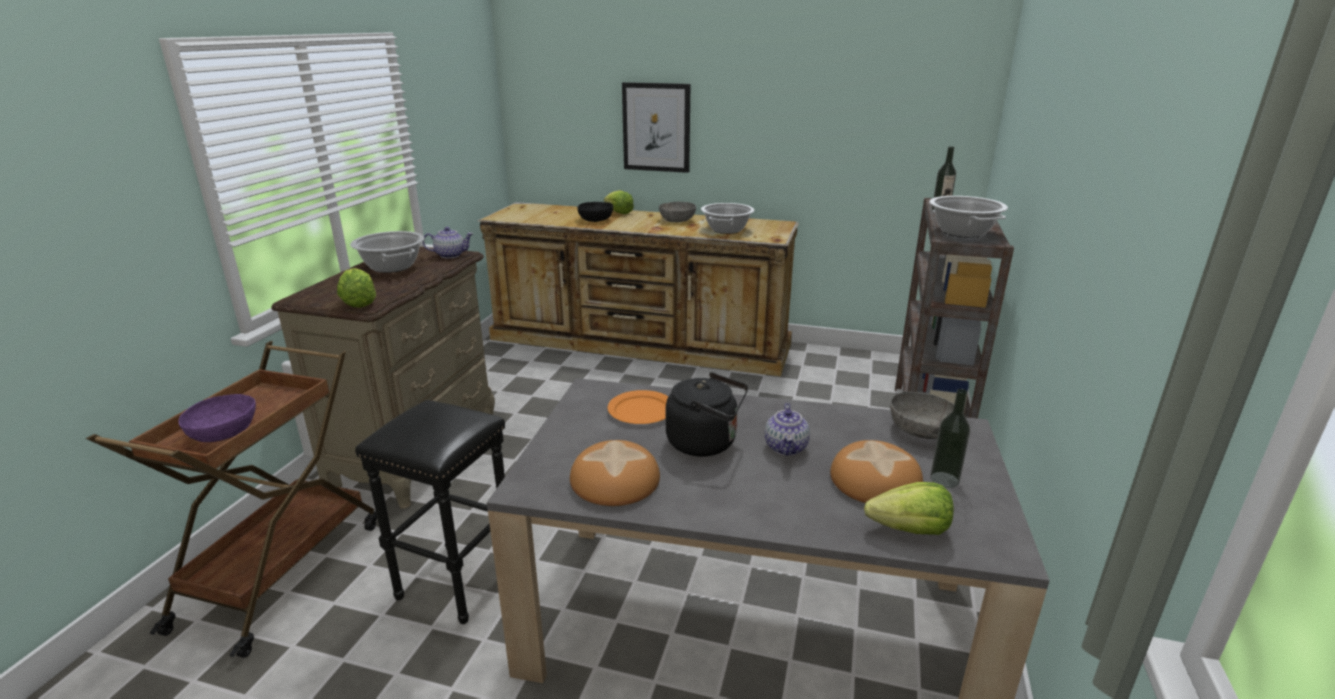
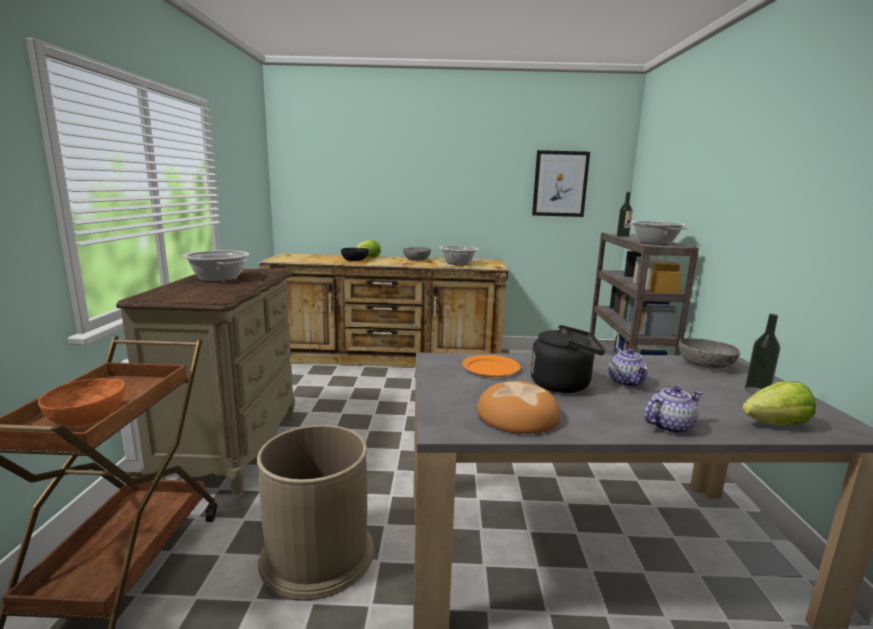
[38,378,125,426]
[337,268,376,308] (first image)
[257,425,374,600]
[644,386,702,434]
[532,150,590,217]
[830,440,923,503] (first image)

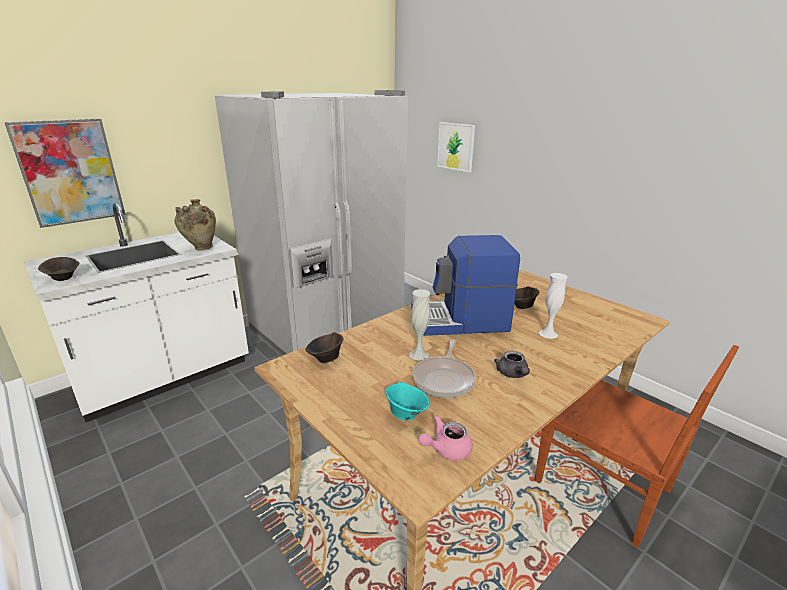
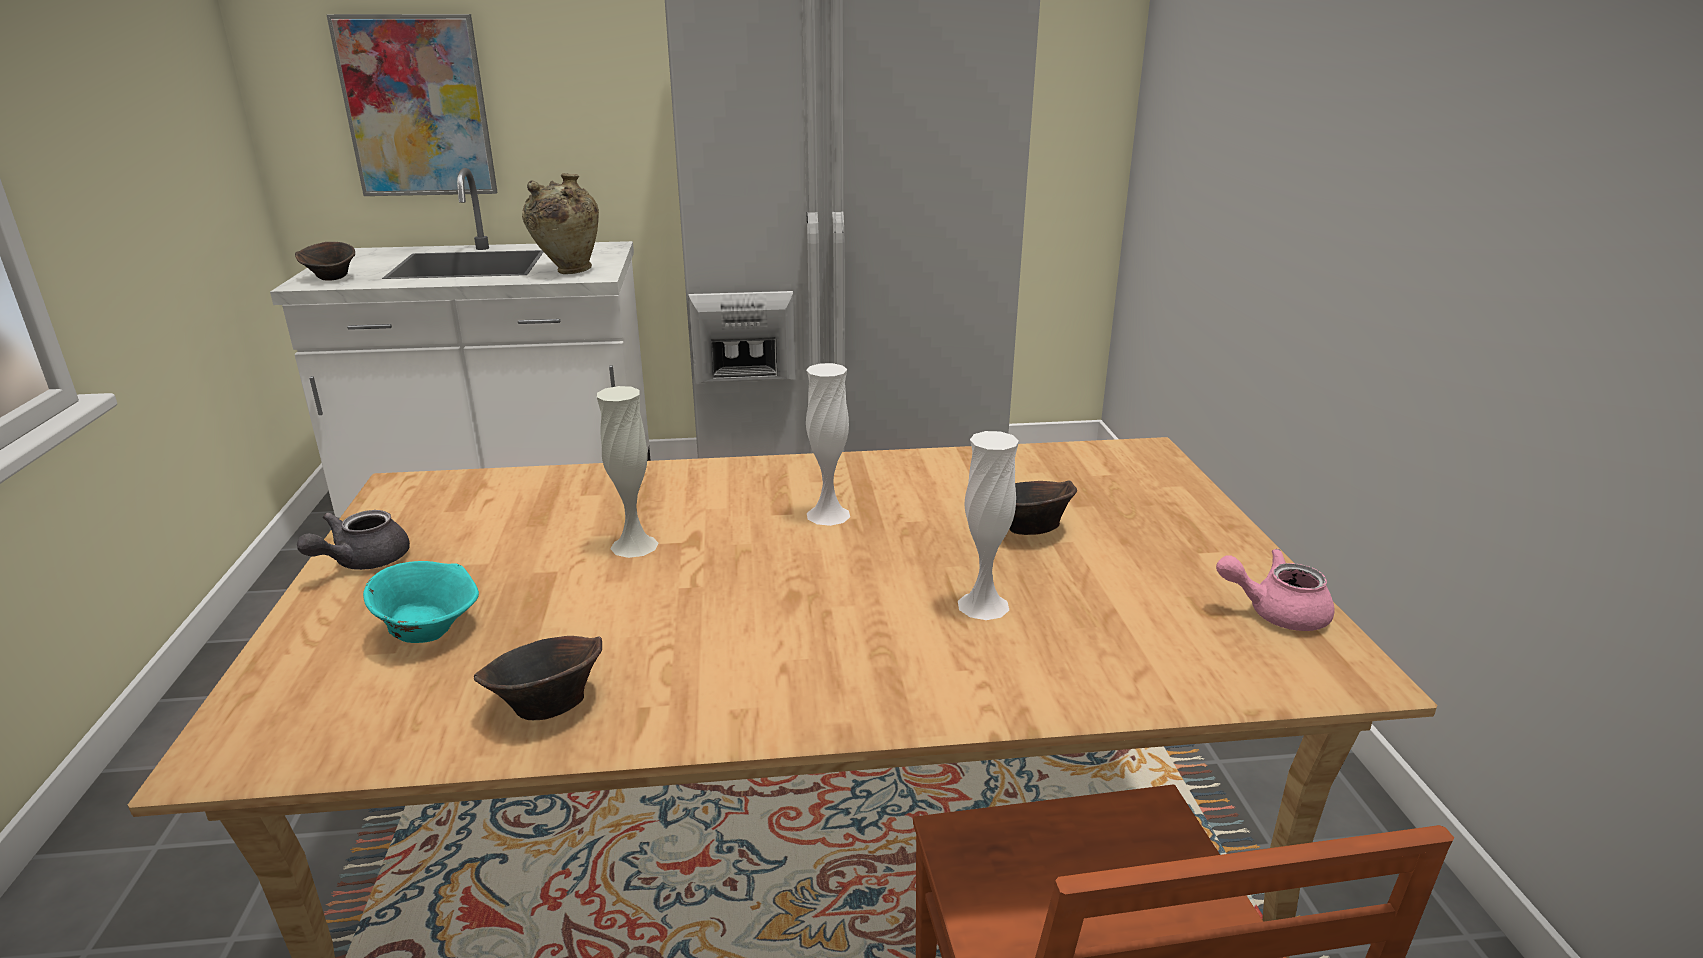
[474,636,602,720]
[806,363,850,526]
[412,340,476,398] (first image)
[1216,549,1334,631]
[437,122,475,173] (first image)
[297,510,410,570]

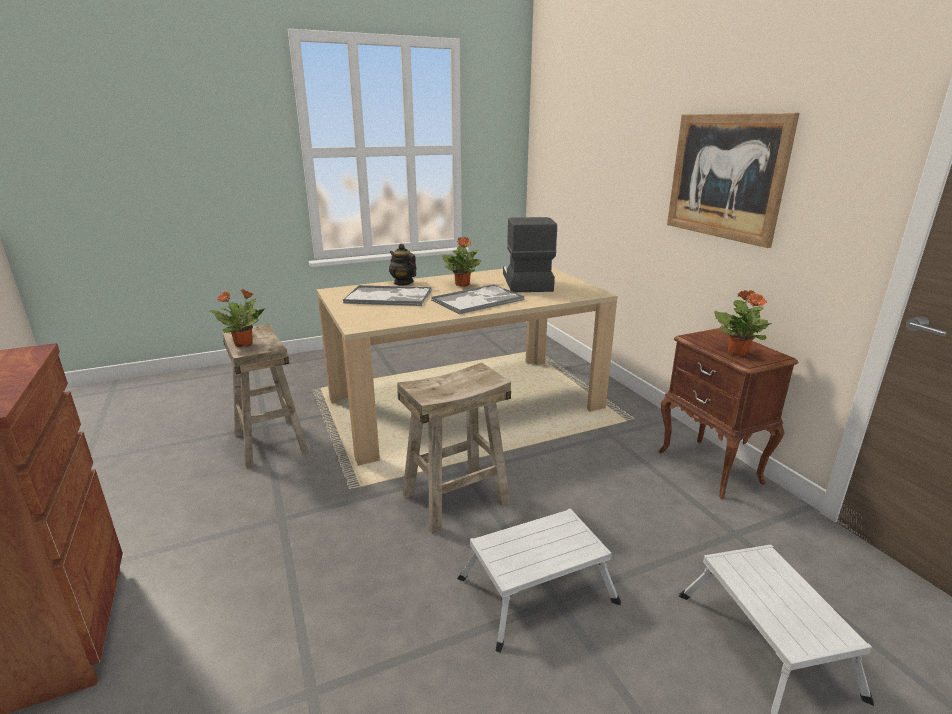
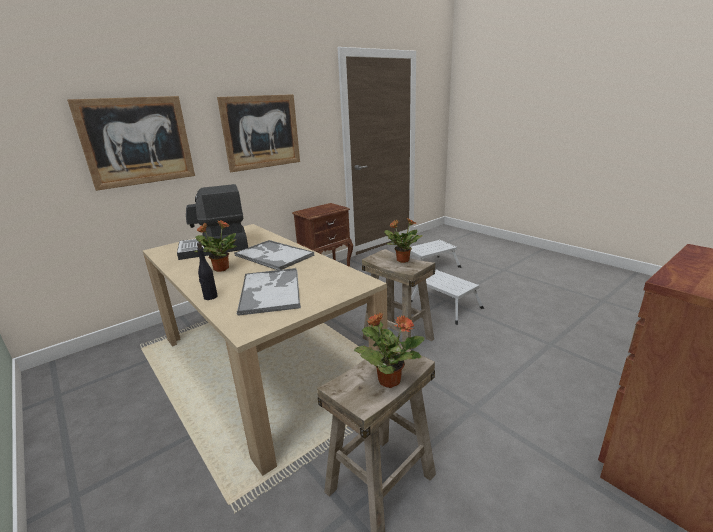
[197,243,218,300]
[384,218,423,263]
[67,96,195,191]

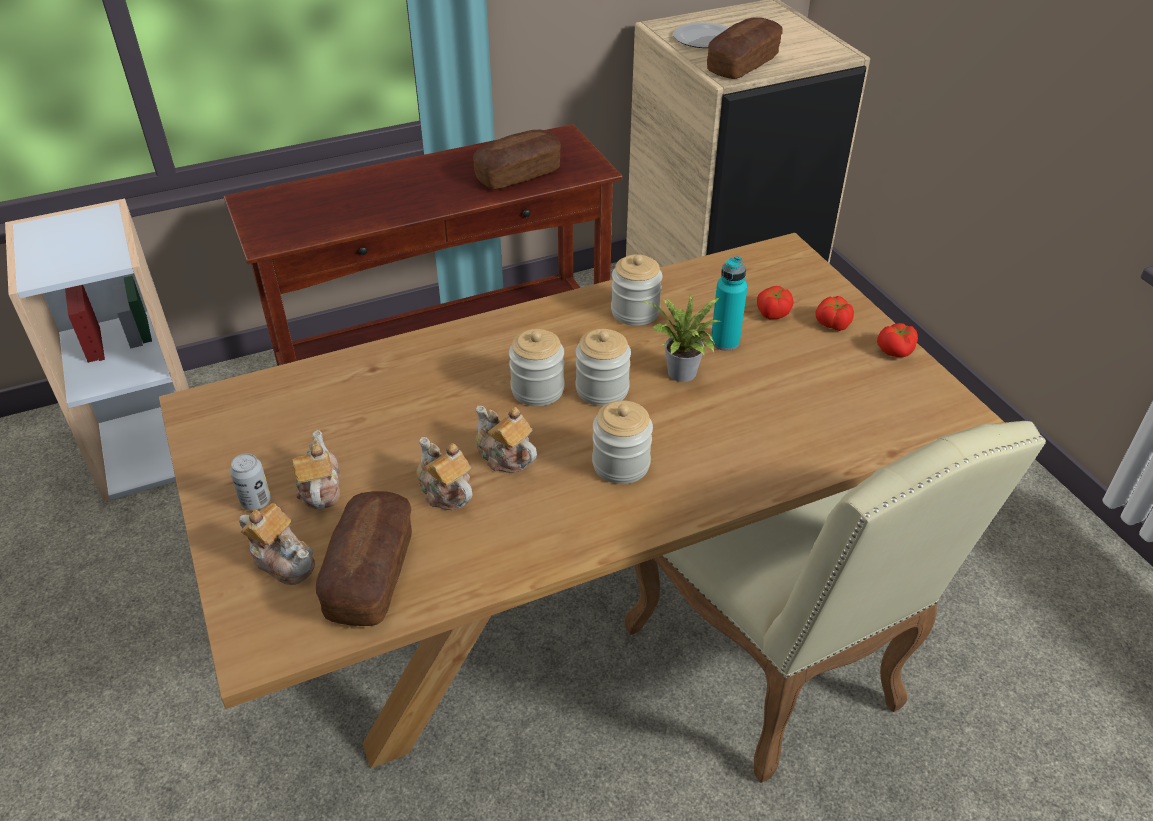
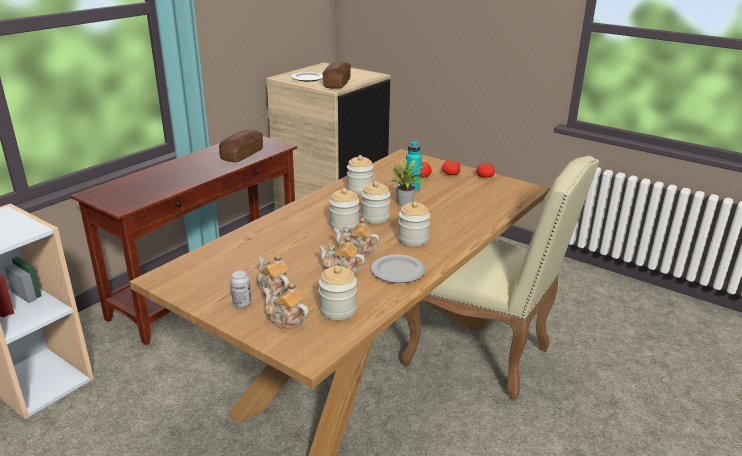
[263,282,309,329]
[319,266,357,320]
[371,255,426,283]

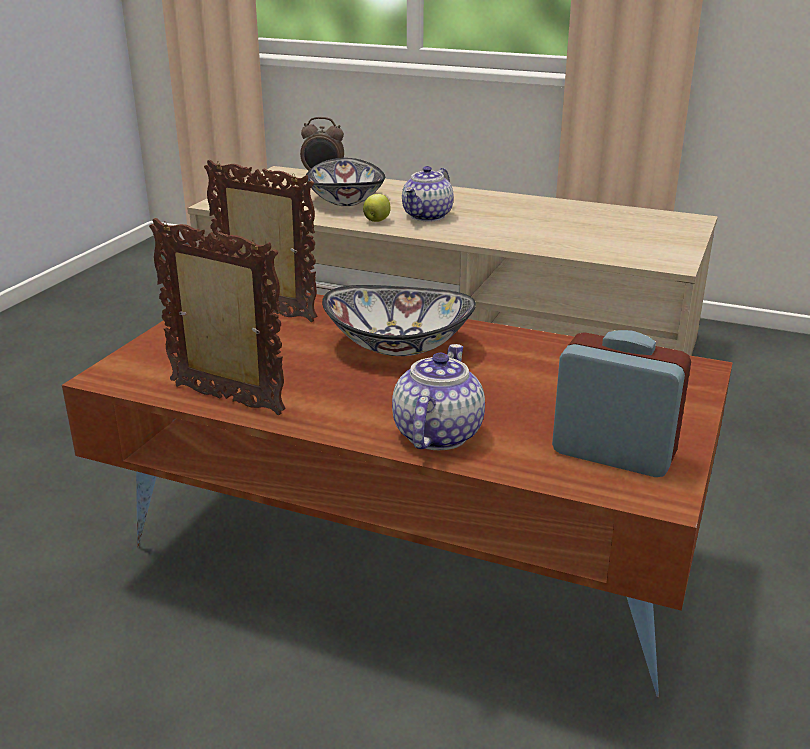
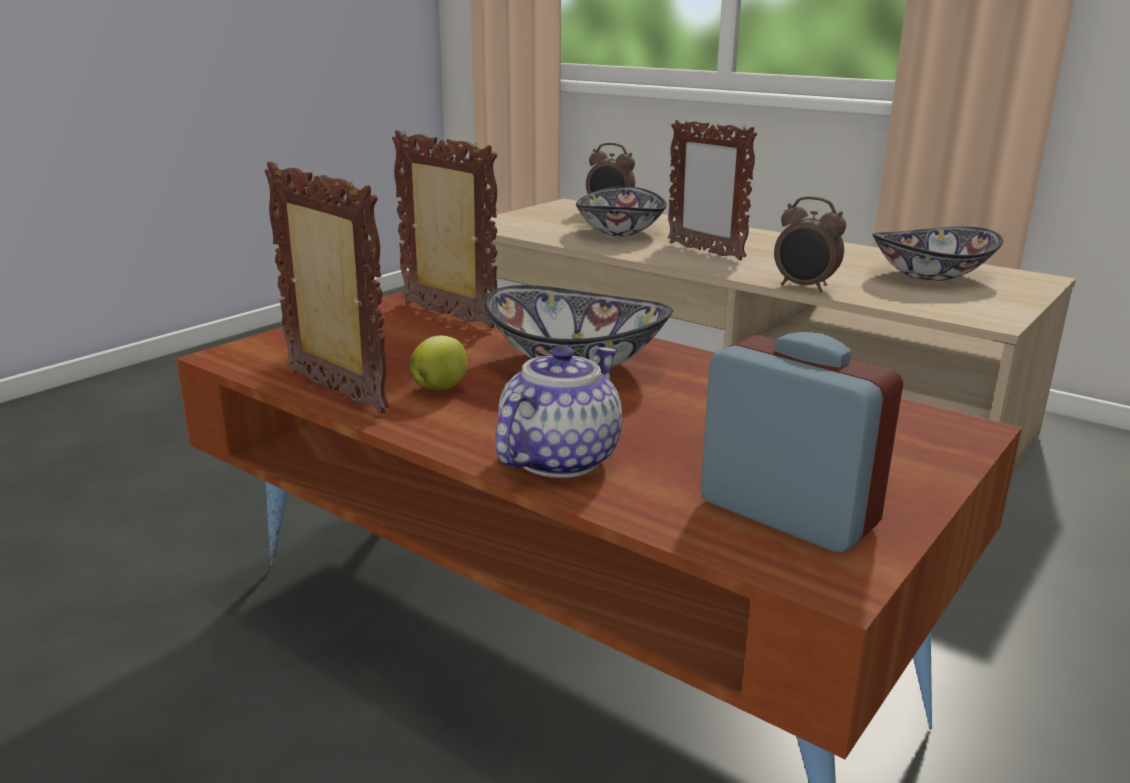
[409,336,467,390]
[668,120,757,261]
[774,196,846,292]
[872,227,1003,281]

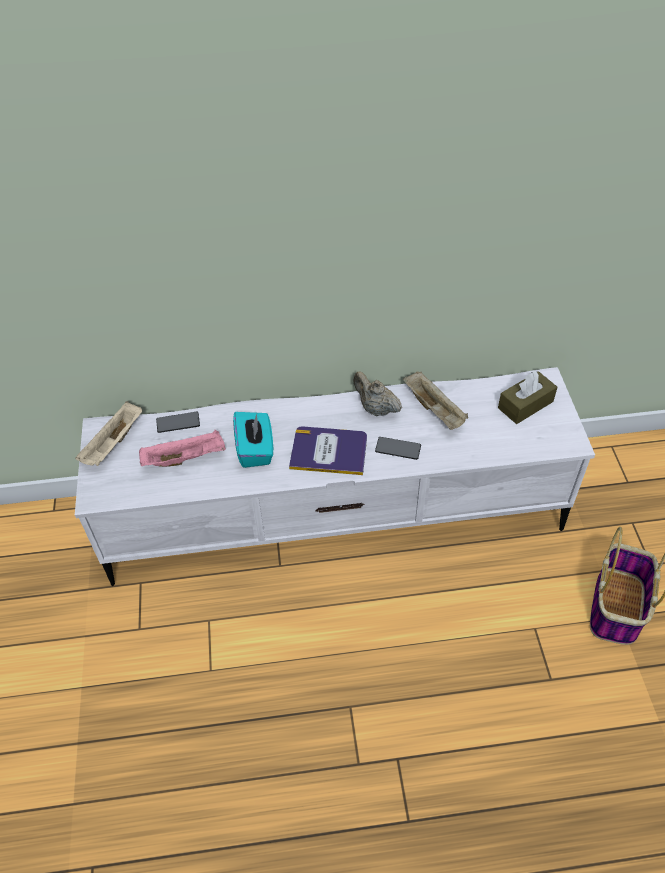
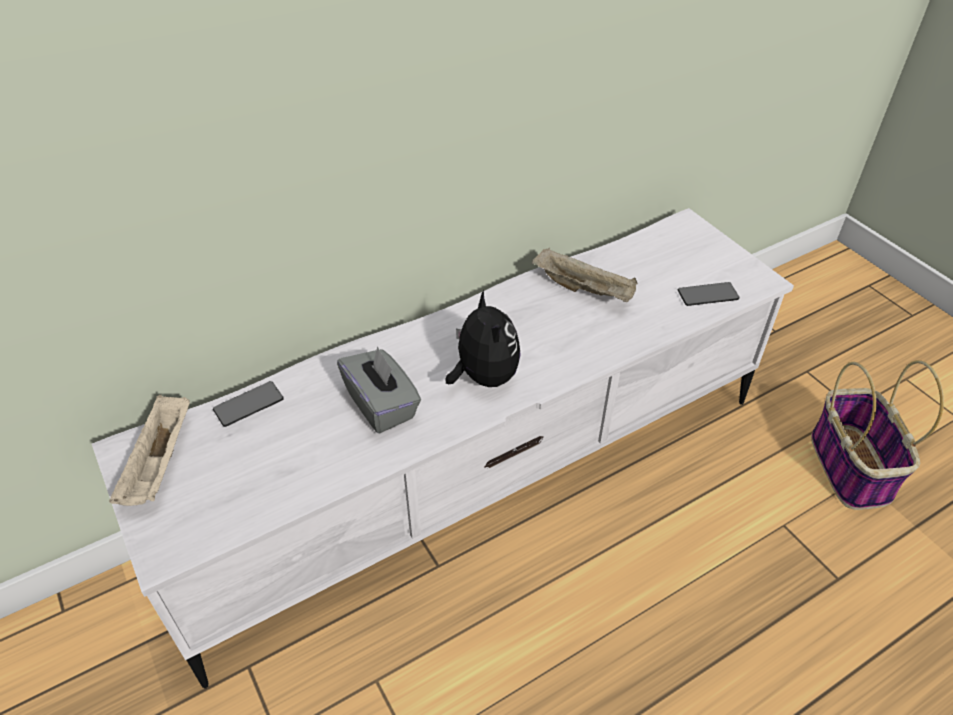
[139,430,226,467] (first image)
[337,346,421,433]
[445,290,521,387]
[353,372,402,416] (first image)
[678,282,739,306]
[498,371,557,424] (first image)

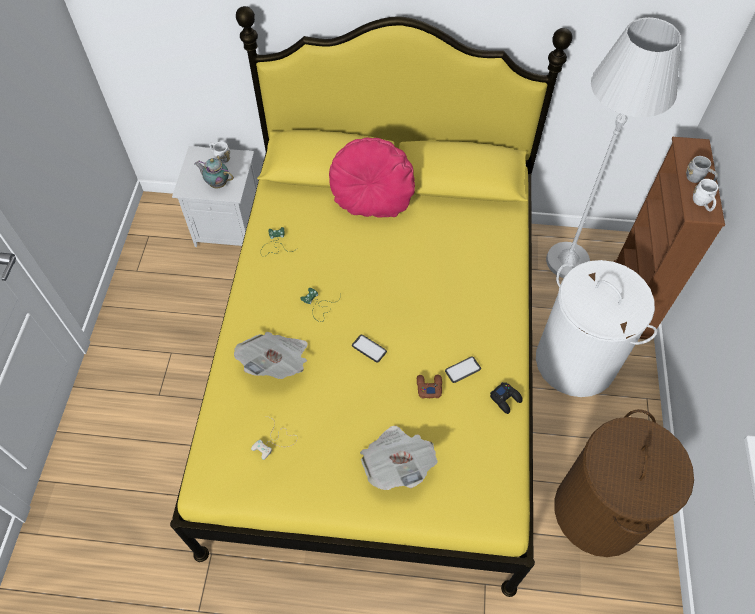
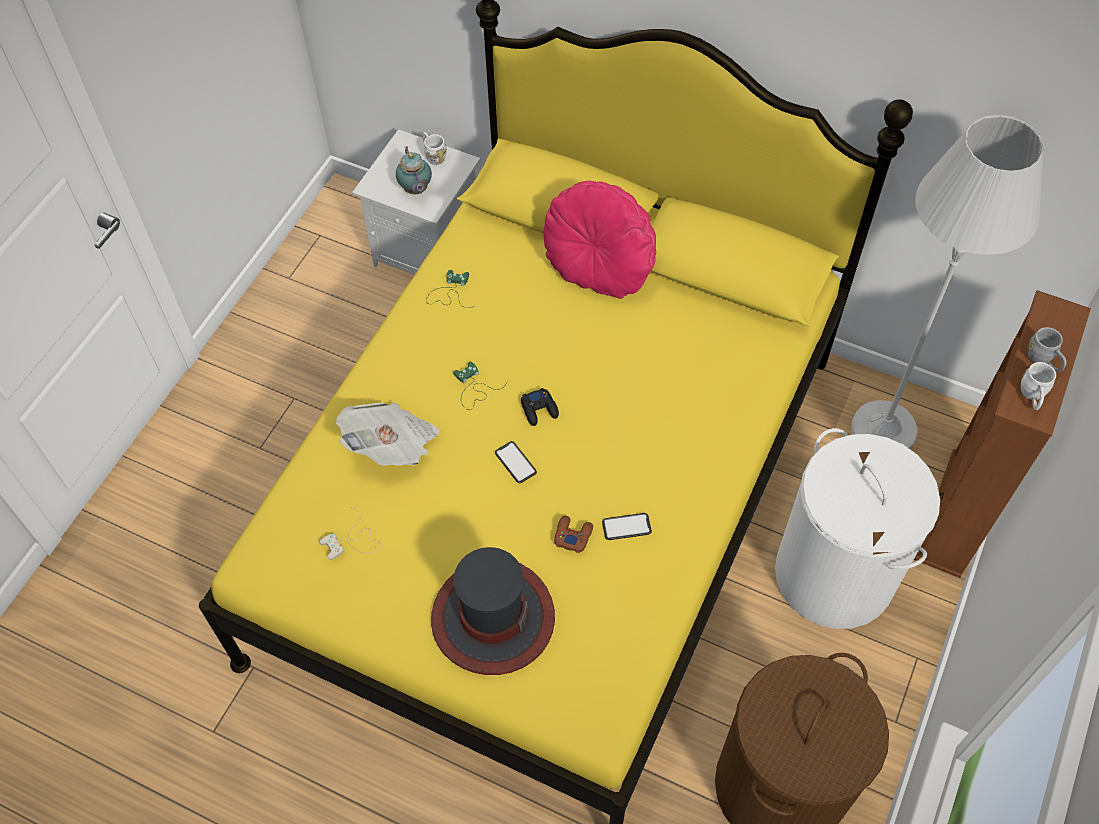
[396,146,432,194]
[431,547,555,675]
[521,388,559,426]

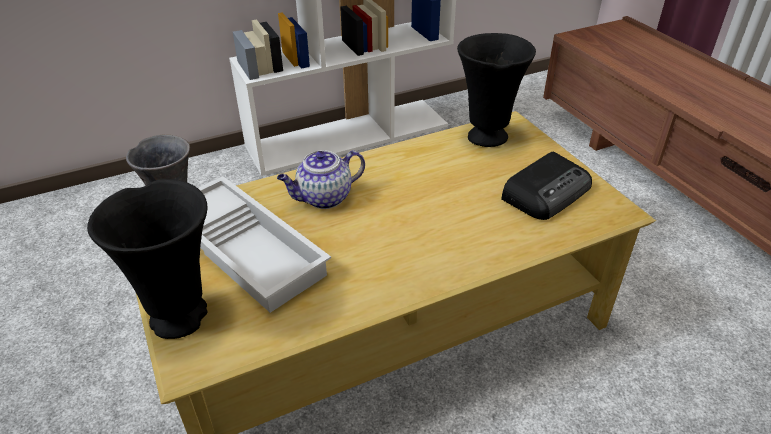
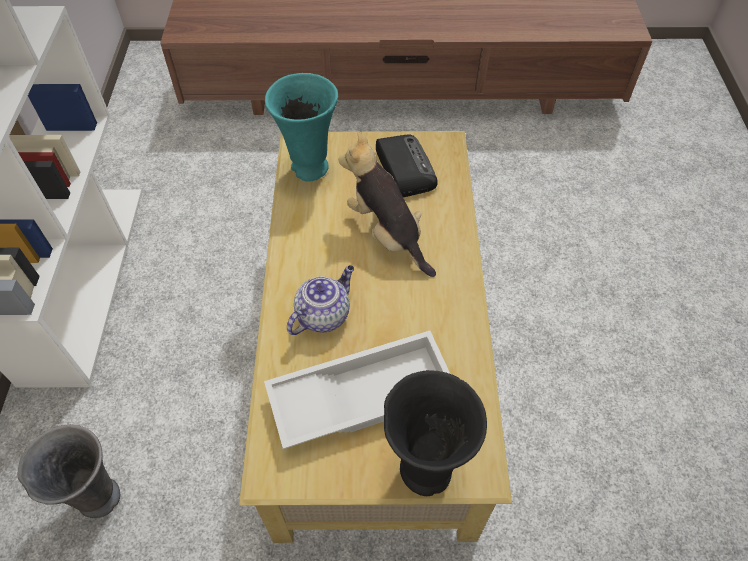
[287,265,354,335]
[265,73,338,182]
[338,132,436,277]

